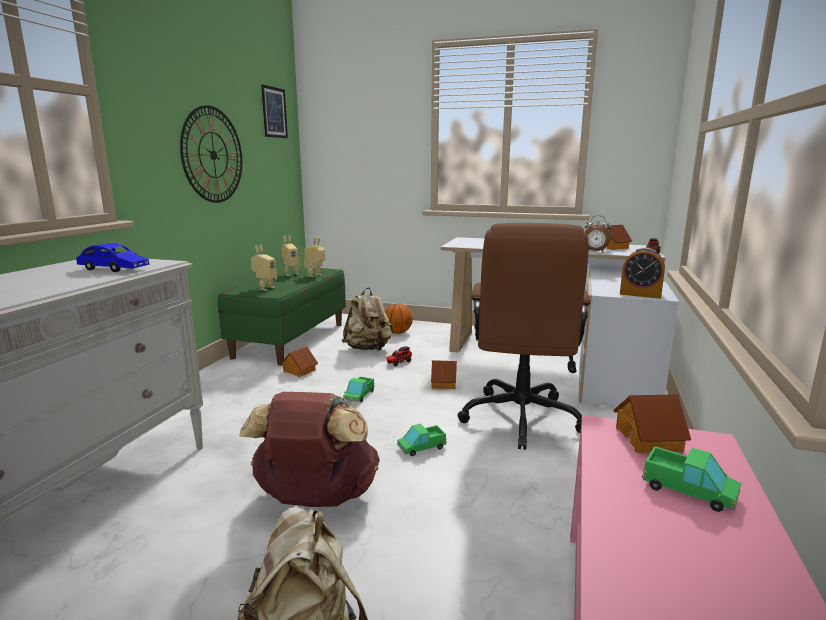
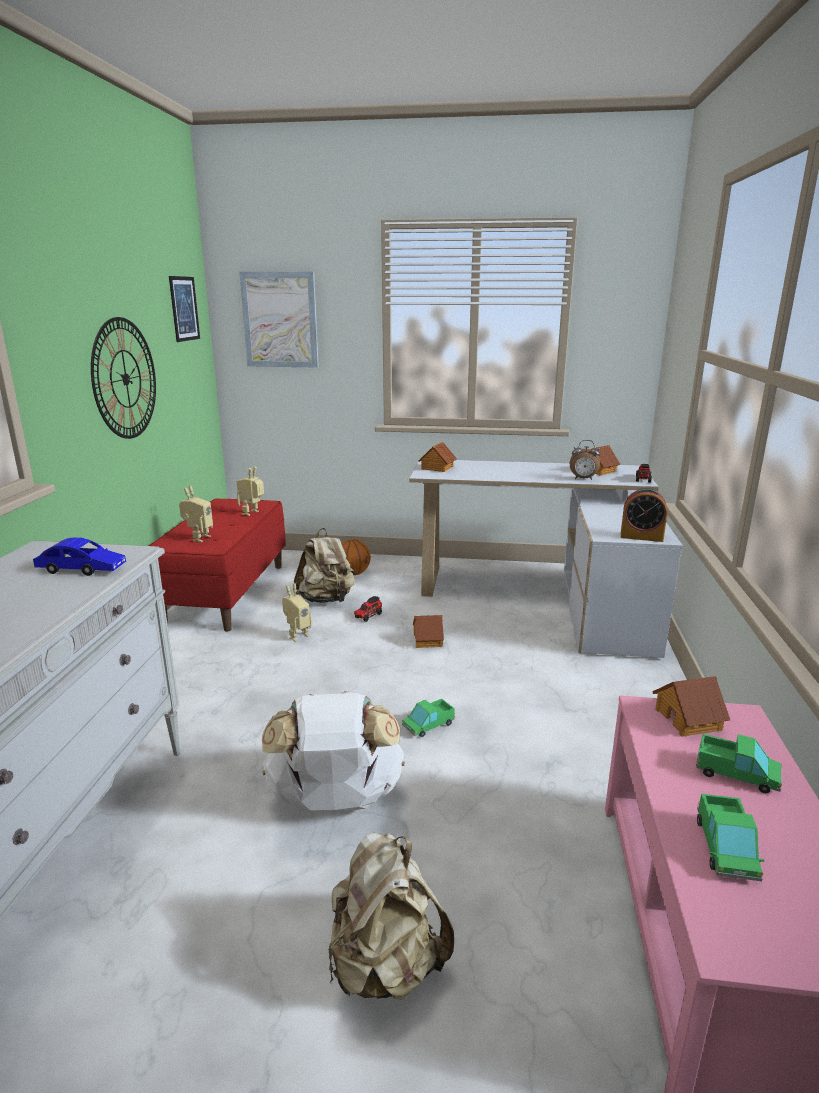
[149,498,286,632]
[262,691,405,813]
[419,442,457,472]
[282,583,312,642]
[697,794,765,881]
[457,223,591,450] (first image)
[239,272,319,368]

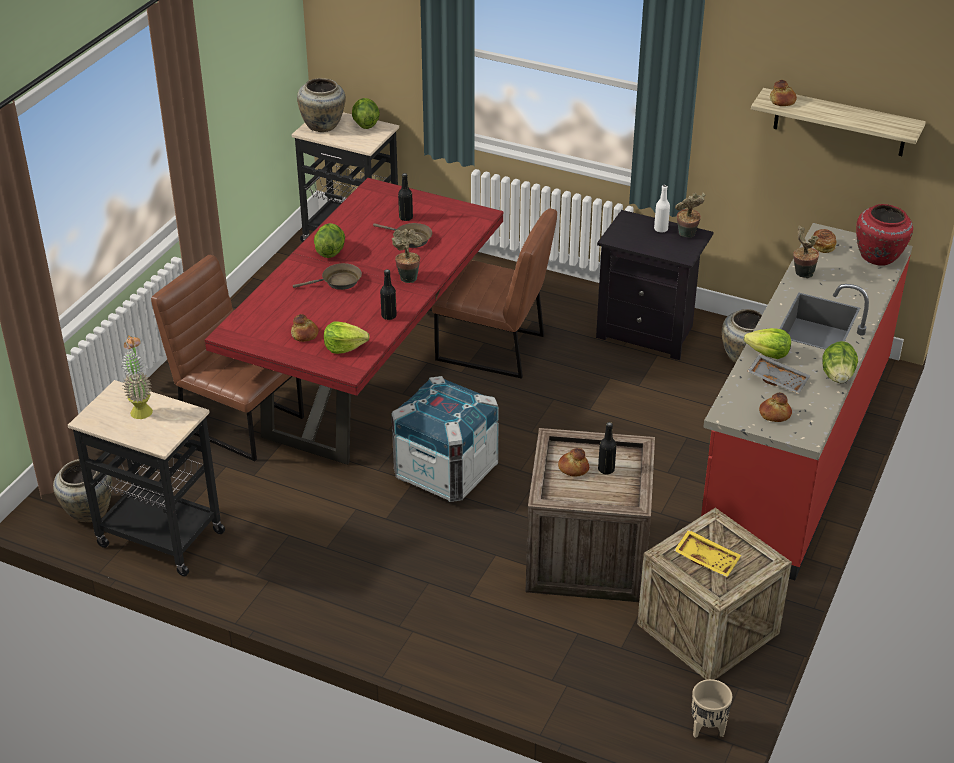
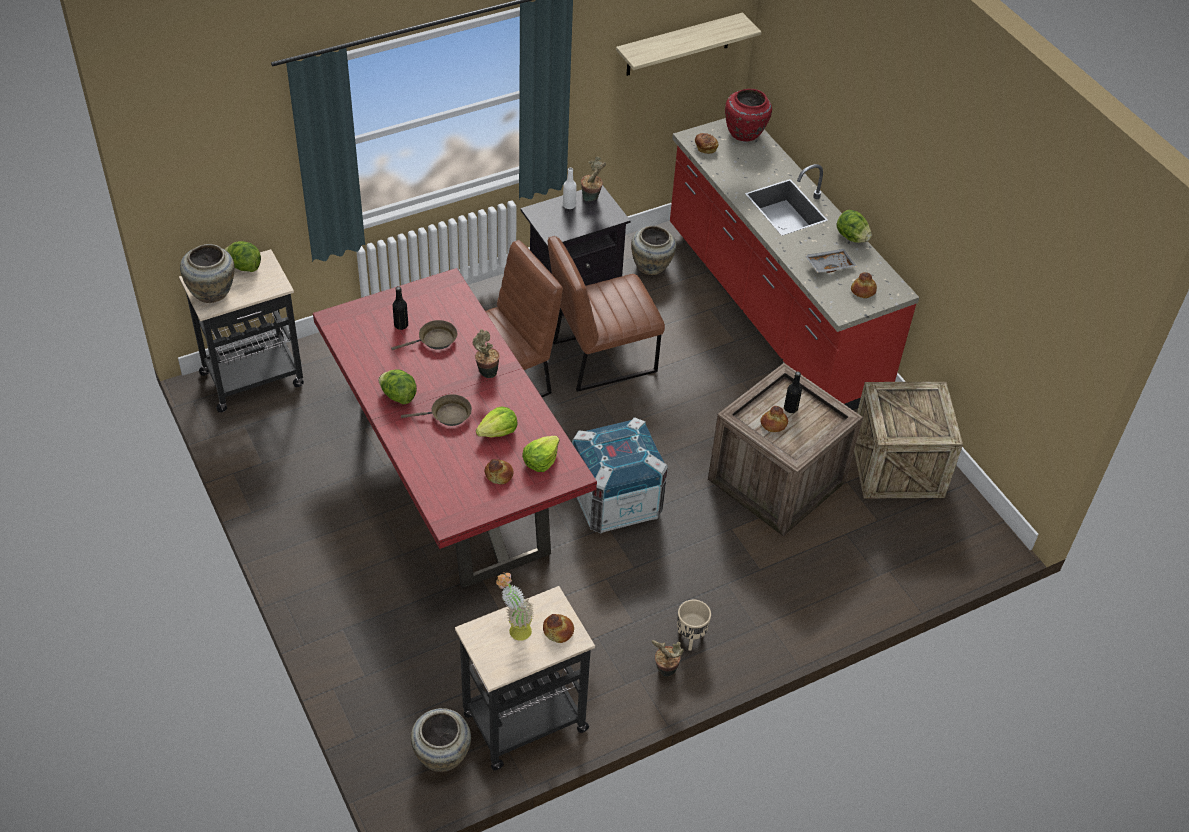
[548,236,665,392]
[401,394,472,426]
[380,269,397,320] (first image)
[674,529,741,577] (first image)
[677,600,711,651]
[476,406,517,438]
[543,614,574,643]
[652,640,684,677]

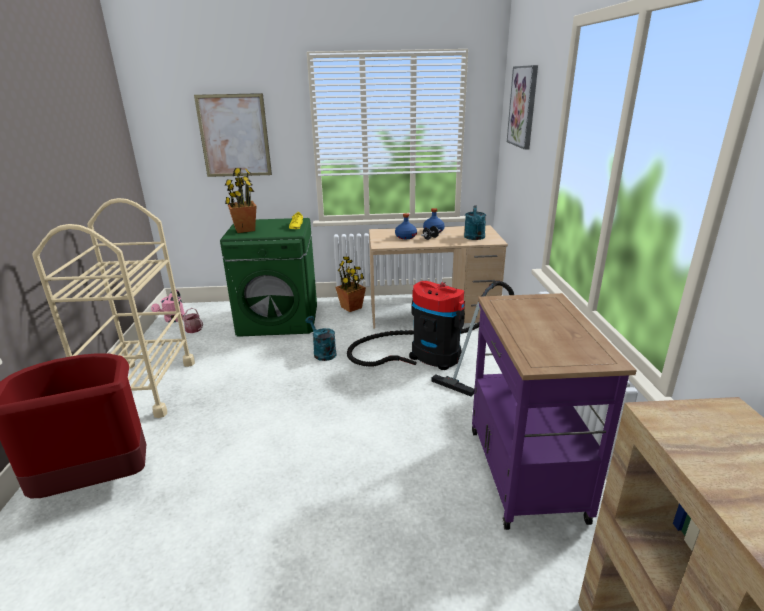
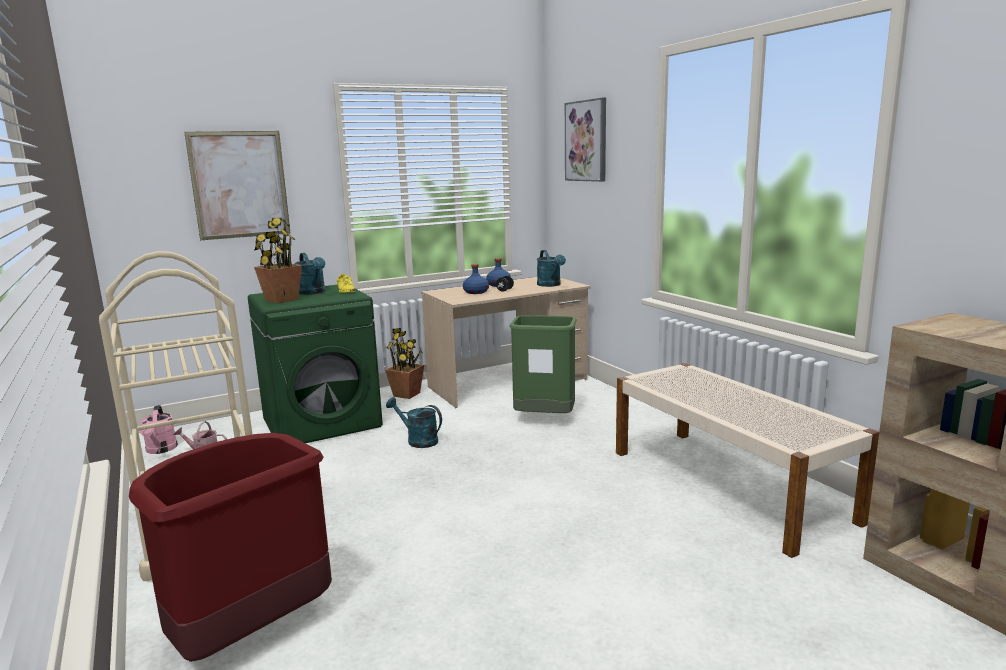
[509,315,577,413]
[616,363,879,558]
[294,253,325,295]

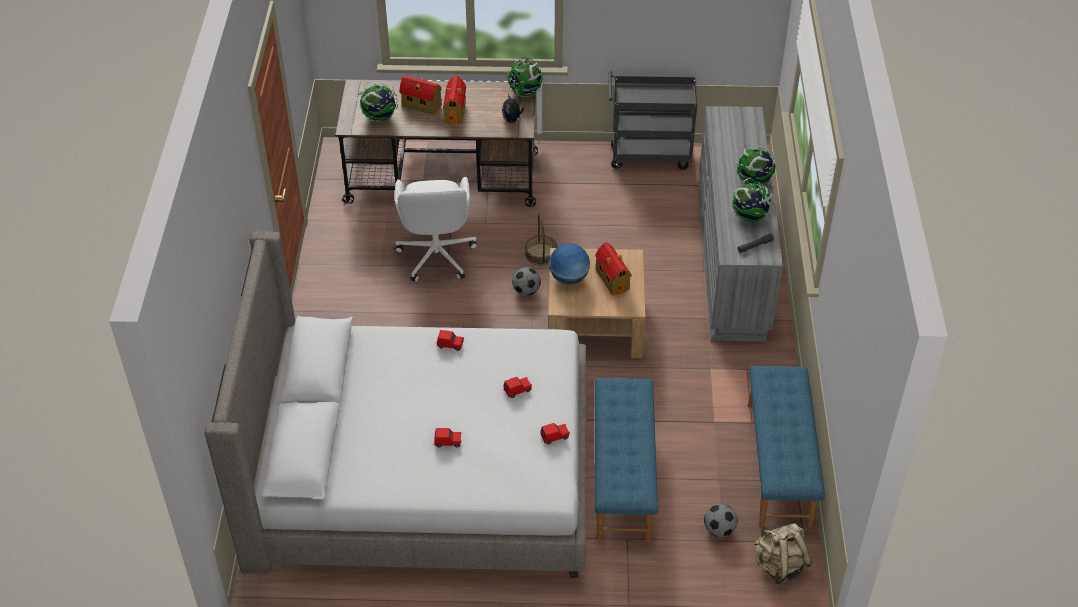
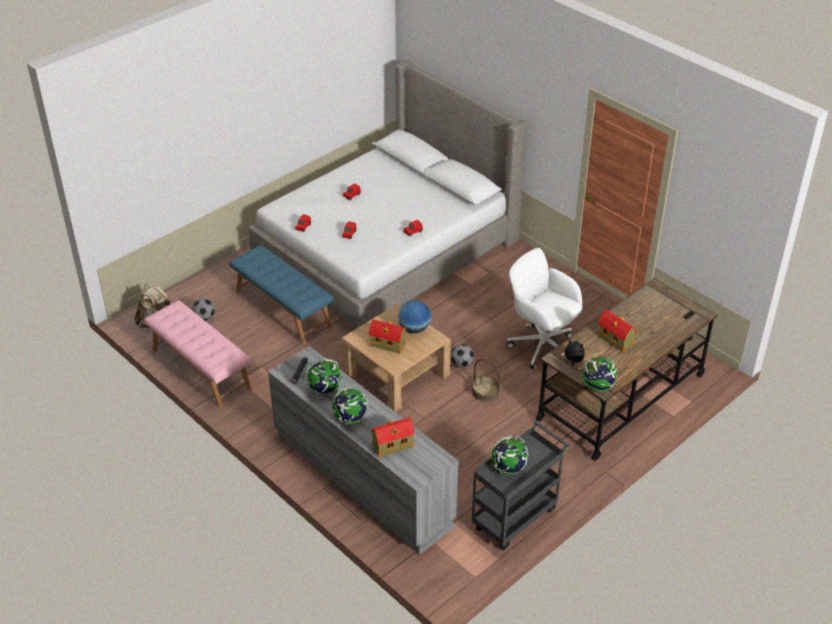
[492,435,529,475]
[371,417,414,457]
[144,300,251,408]

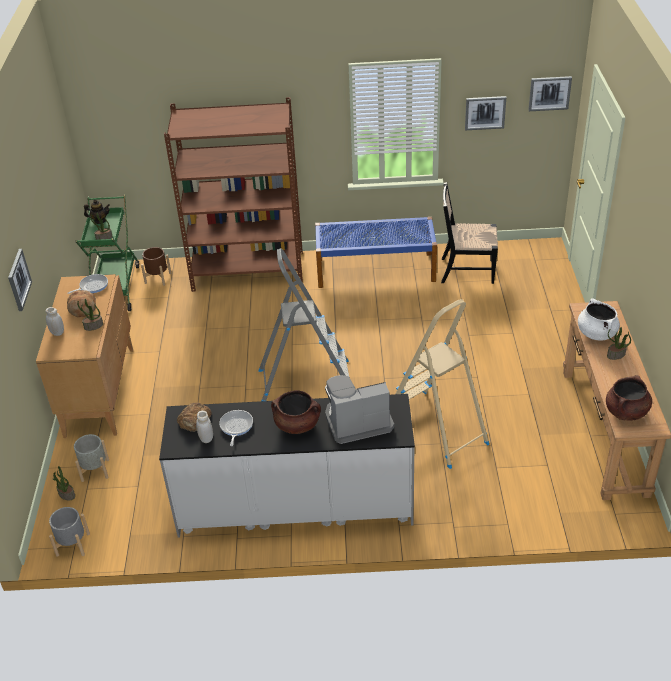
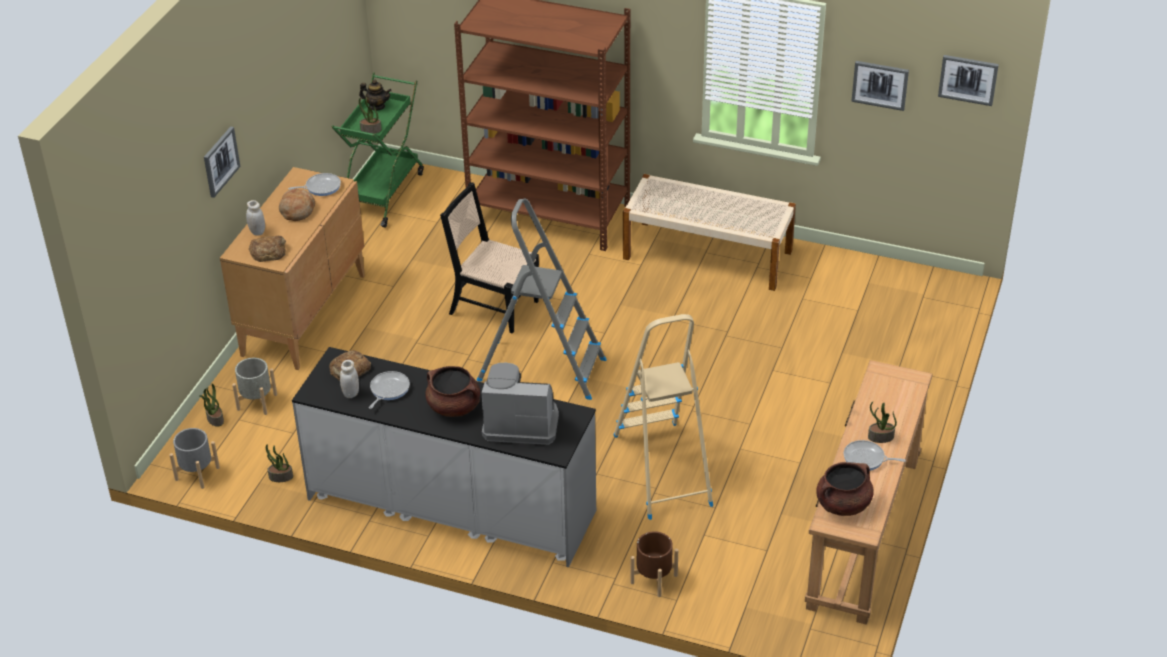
[266,444,293,482]
[630,531,678,597]
[623,174,796,291]
[440,182,539,333]
[578,298,620,340] (first image)
[249,236,286,262]
[844,440,906,471]

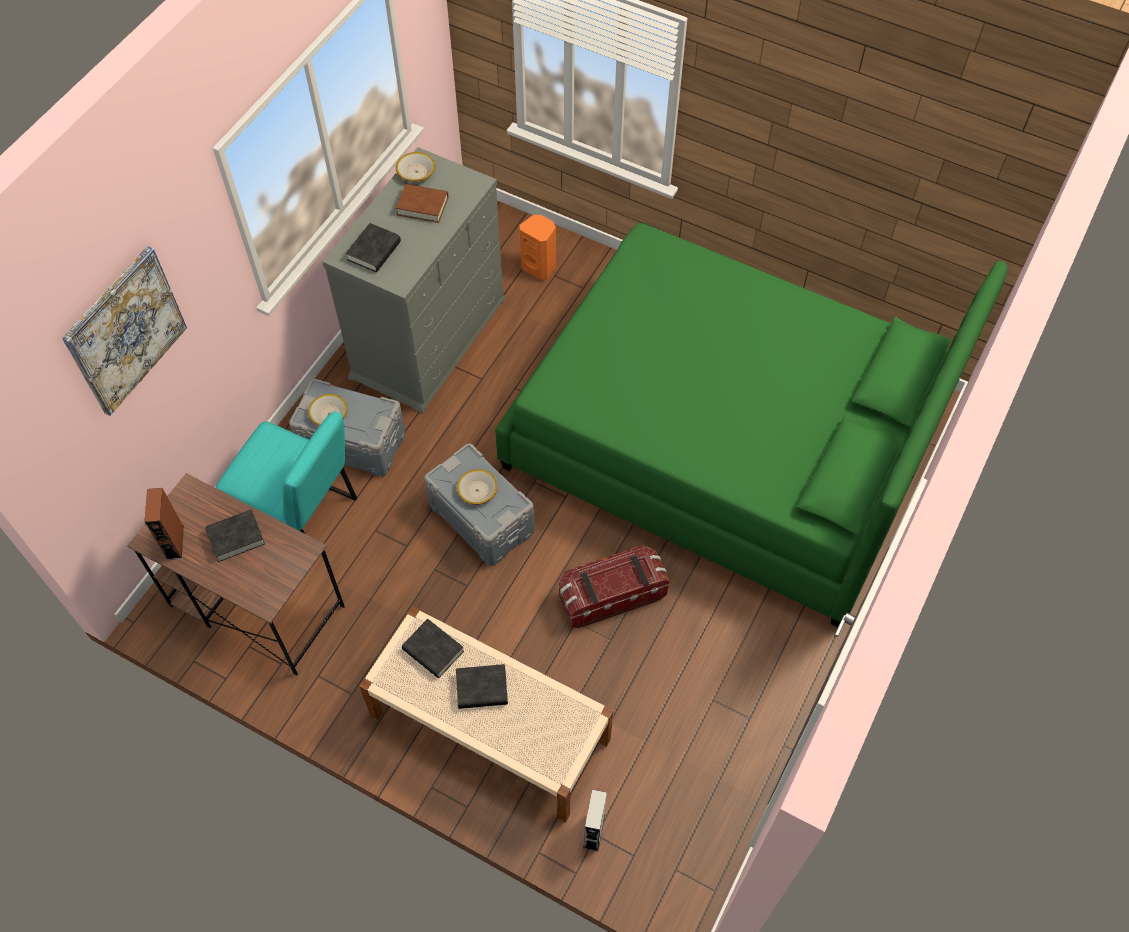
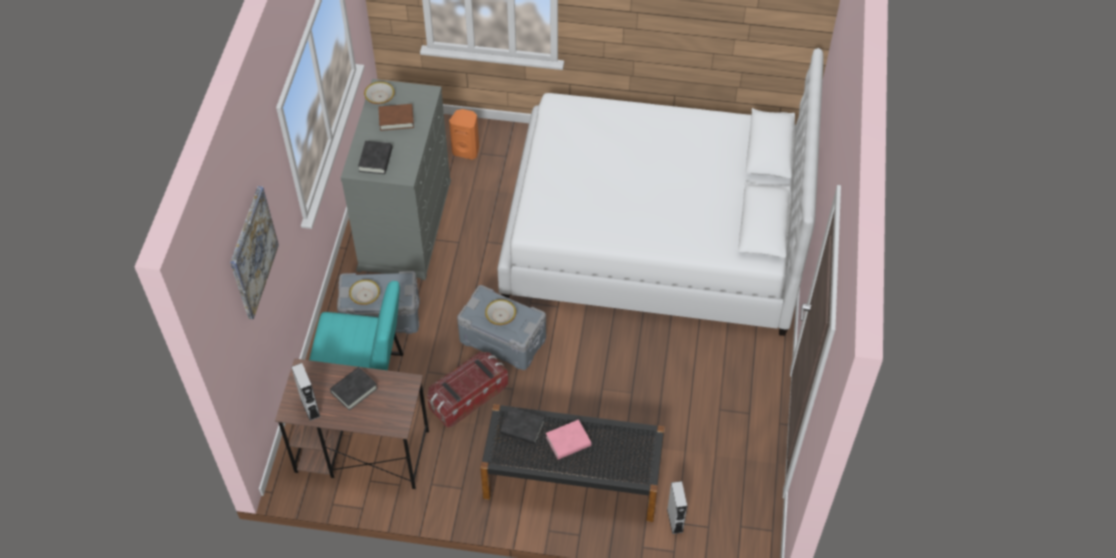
[291,363,321,421]
[480,404,665,522]
[546,419,591,460]
[498,48,824,336]
[427,352,508,427]

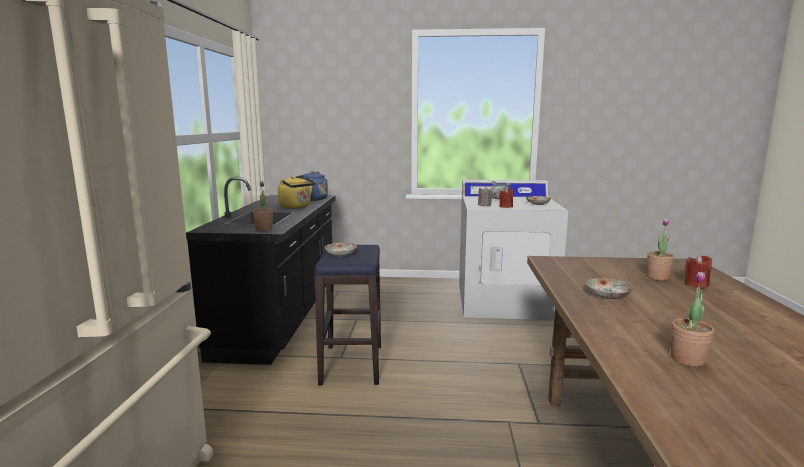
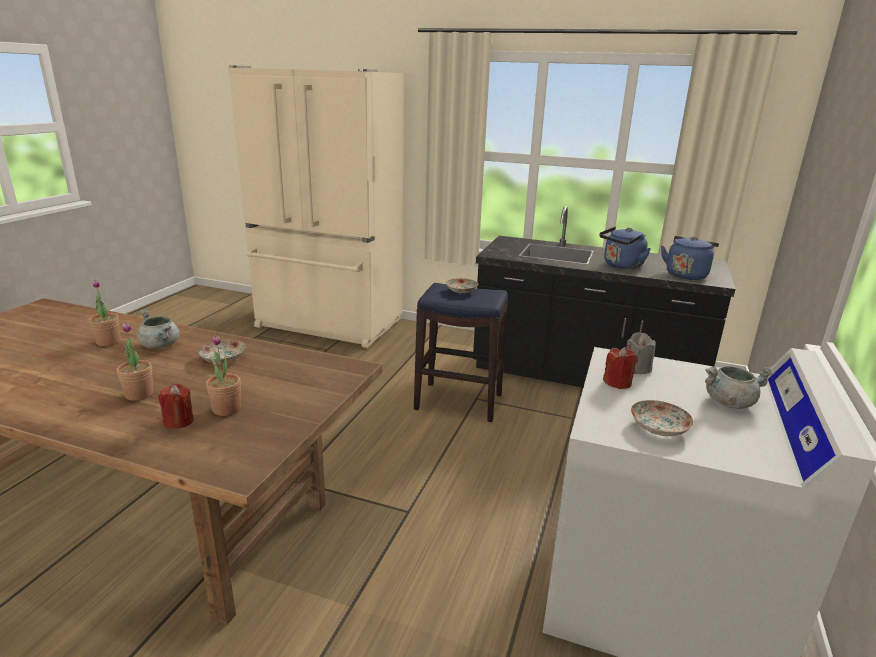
[117,322,153,401]
[599,227,651,269]
[137,309,179,348]

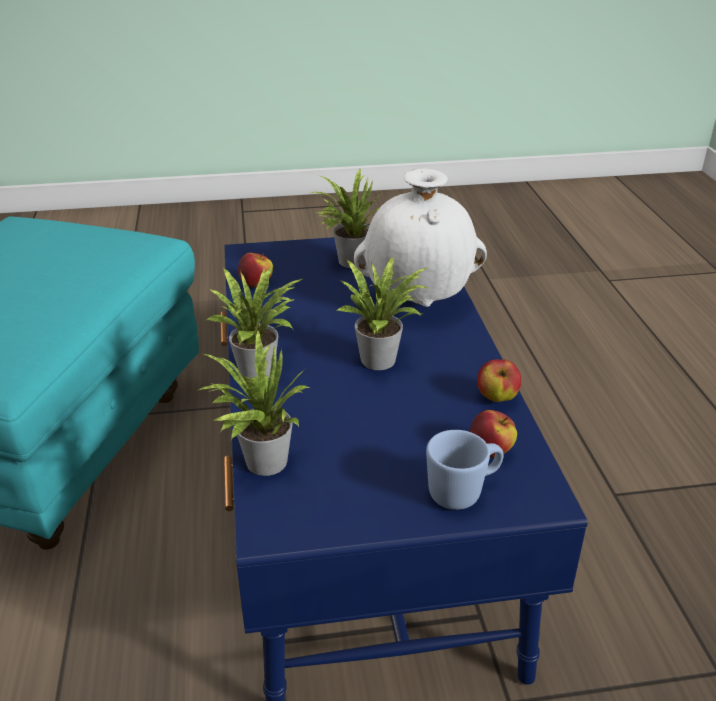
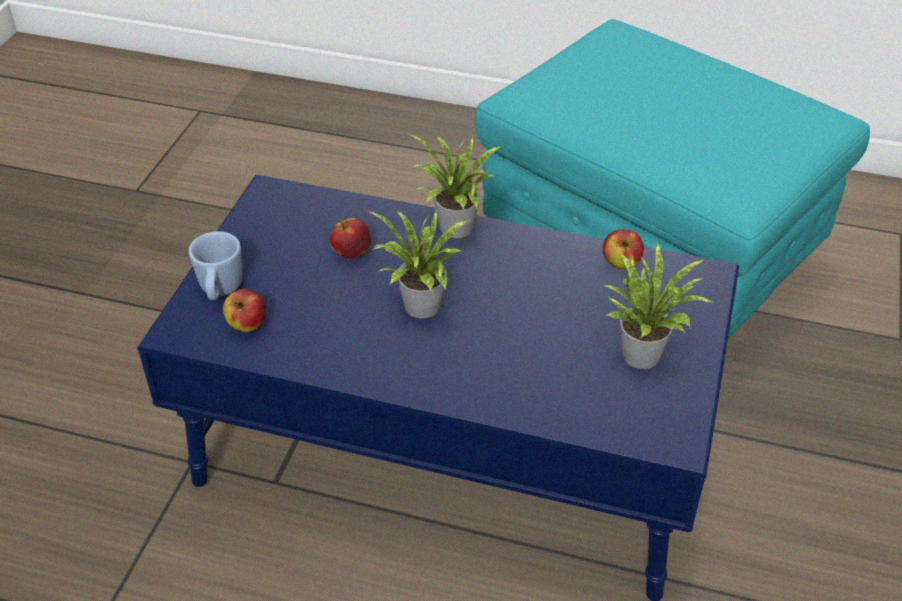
[199,331,311,476] (first image)
[354,169,487,307] (first image)
[330,218,371,258]

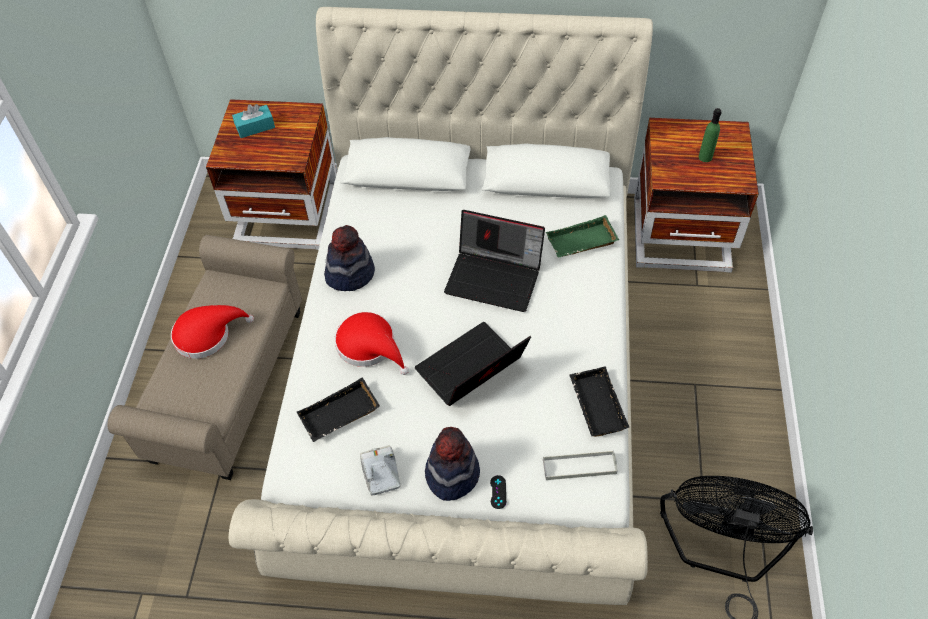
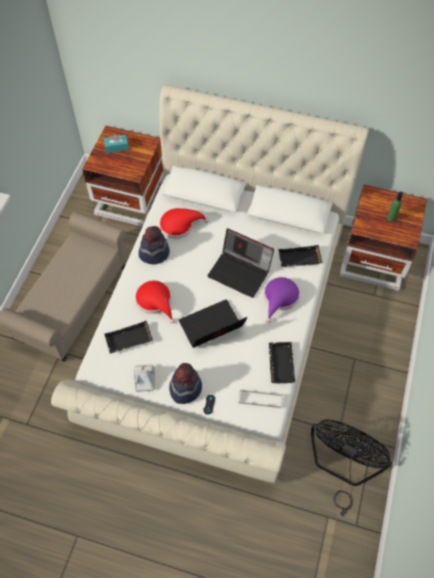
[159,208,208,239]
[278,245,322,267]
[264,277,300,323]

